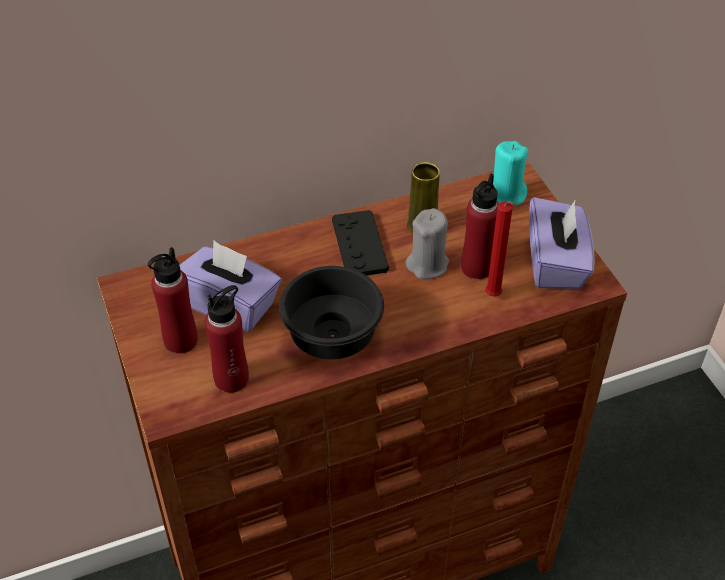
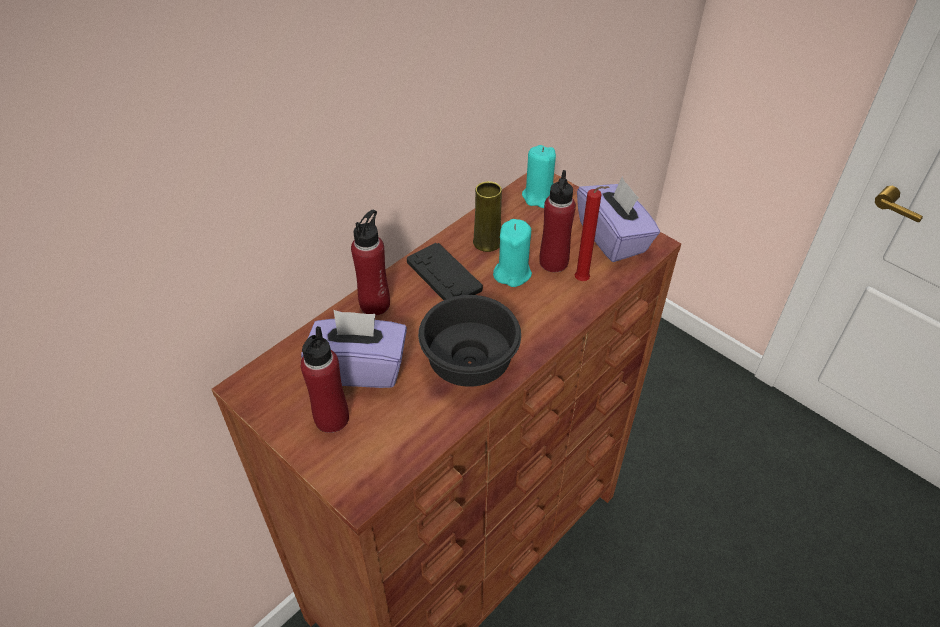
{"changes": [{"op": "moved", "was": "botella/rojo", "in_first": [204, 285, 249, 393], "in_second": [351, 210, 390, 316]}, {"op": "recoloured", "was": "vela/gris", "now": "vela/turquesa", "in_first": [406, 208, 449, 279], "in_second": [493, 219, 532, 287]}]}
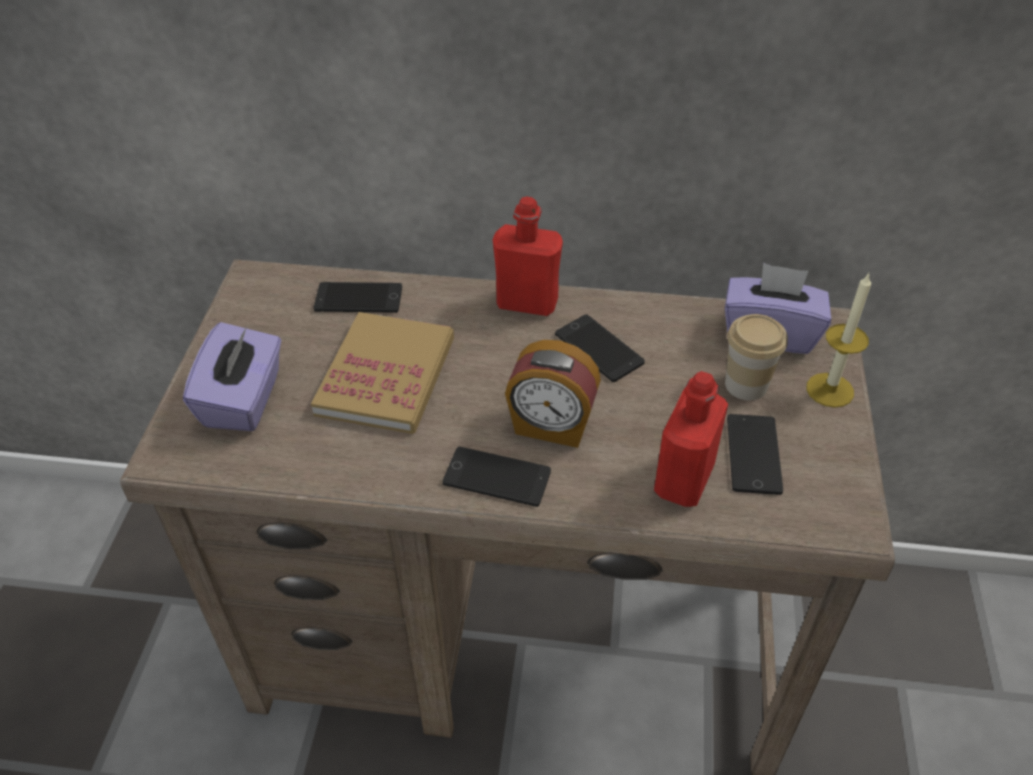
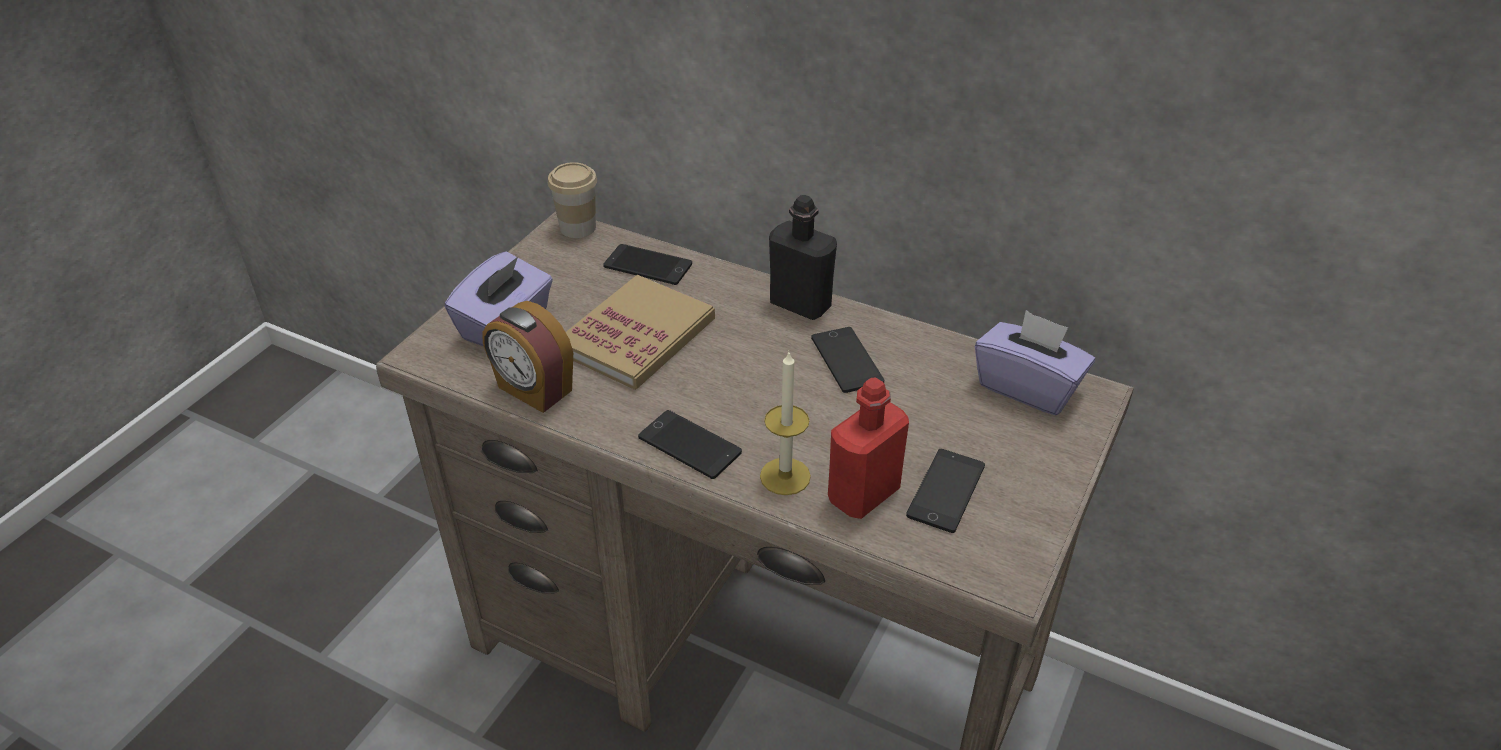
{"changes": [{"op": "moved", "was": "despertador", "in_first": [505, 340, 601, 448], "in_second": [482, 301, 573, 413]}, {"op": "moved", "was": "taza", "in_first": [725, 314, 788, 400], "in_second": [548, 162, 597, 238]}, {"op": "moved", "was": "vela", "in_first": [807, 273, 871, 408], "in_second": [760, 350, 811, 495]}, {"op": "recoloured", "was": "botella/rojo", "now": "botella/negro", "in_first": [493, 196, 563, 316], "in_second": [769, 195, 837, 320]}]}
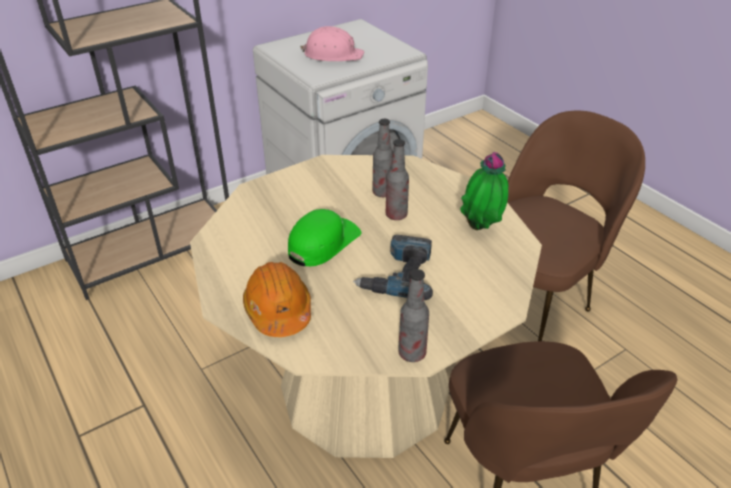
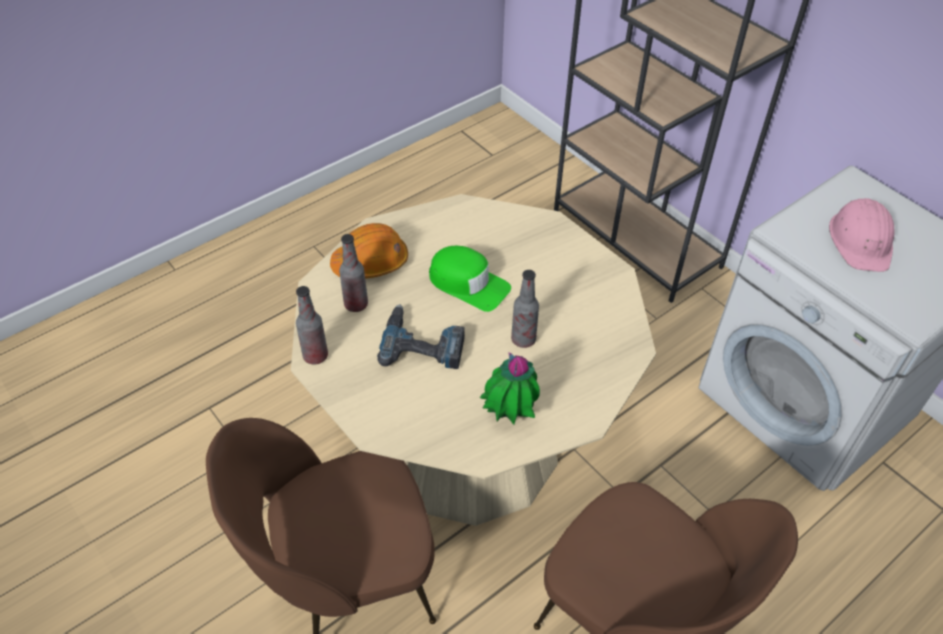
{"changes": [{"op": "moved", "was": "botella", "in_first": [373, 119, 393, 197], "in_second": [339, 234, 368, 312]}]}
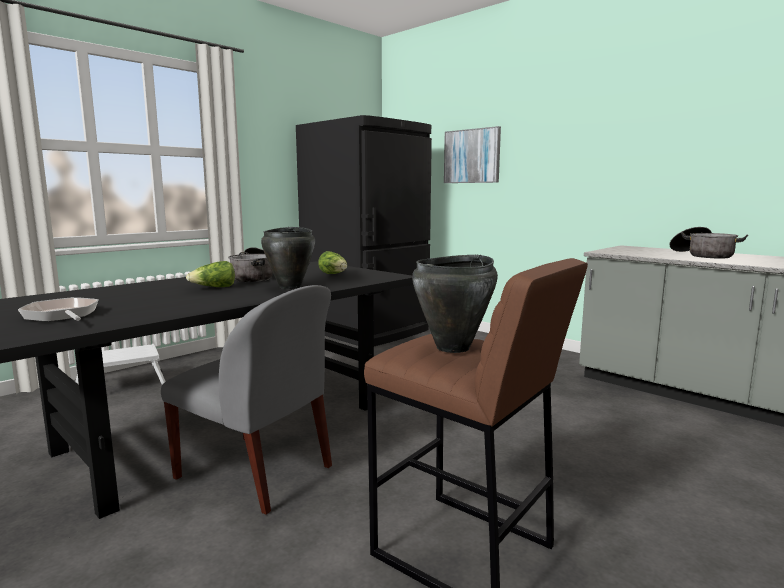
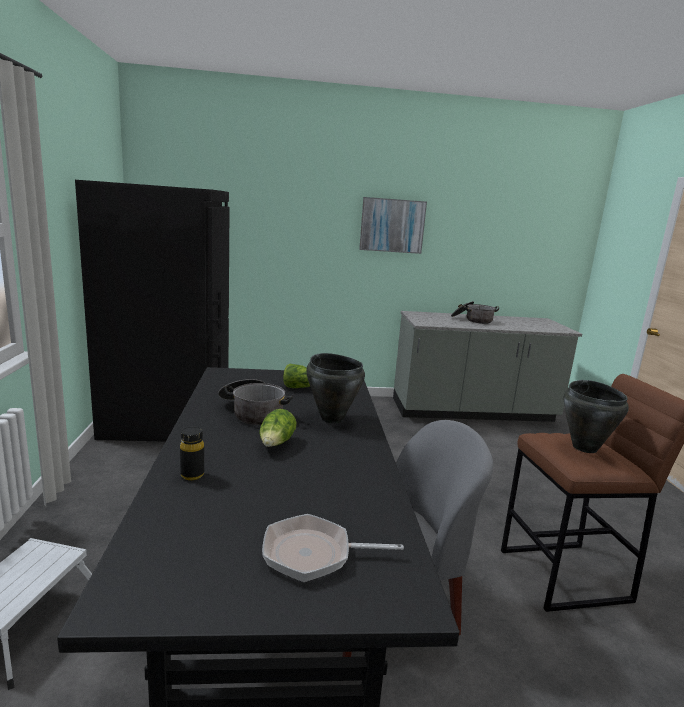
{"changes": [{"op": "added", "now": "botella/negro", "in_second": [180, 426, 204, 480]}, {"op": "moved", "was": "cuadro", "in_first": [444, 126, 501, 183], "in_second": [359, 197, 427, 254]}]}
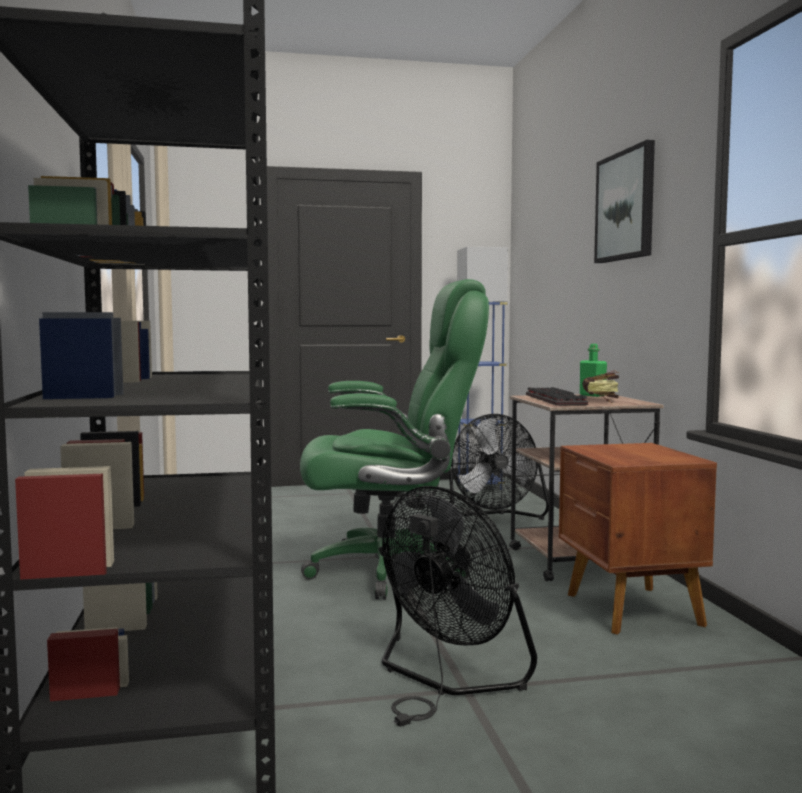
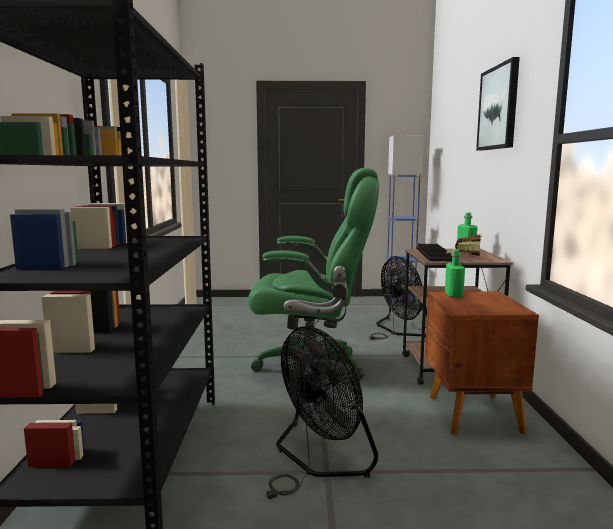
{"changes": [{"op": "turned", "was": "ventilador/negro", "in_first": [449, 414, 549, 520], "in_second": [369, 256, 427, 340], "clockwise": -105}, {"op": "added", "now": "botella/verde", "in_second": [445, 249, 465, 298]}]}
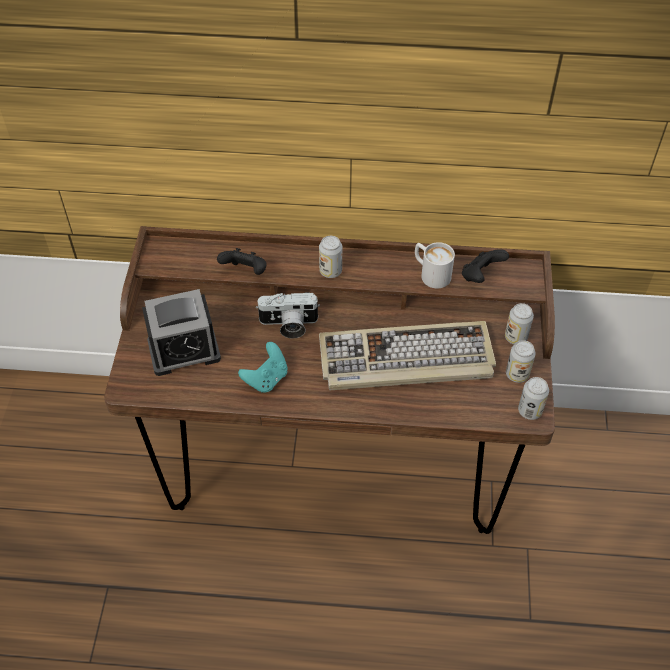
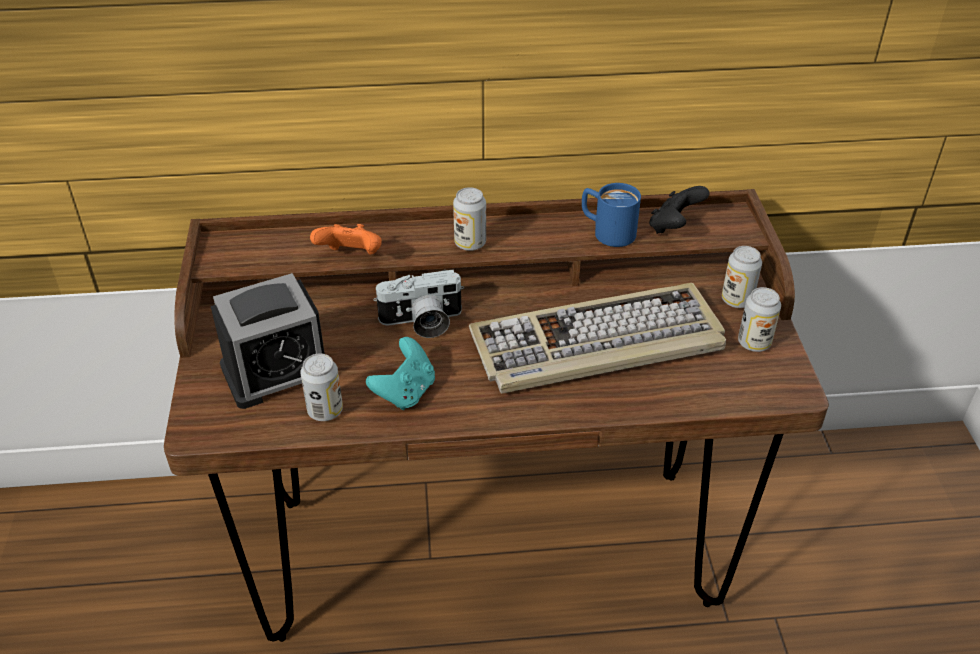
{"changes": [{"op": "moved", "was": "lata", "in_first": [518, 377, 549, 420], "in_second": [300, 353, 343, 421]}, {"op": "recoloured", "was": "mando de consola/negro", "now": "mando de consola/naranja", "in_first": [217, 248, 266, 275], "in_second": [310, 224, 382, 254]}, {"op": "recoloured", "was": "taza grande/blanco", "now": "taza grande/azul", "in_first": [415, 242, 455, 289], "in_second": [582, 183, 641, 247]}]}
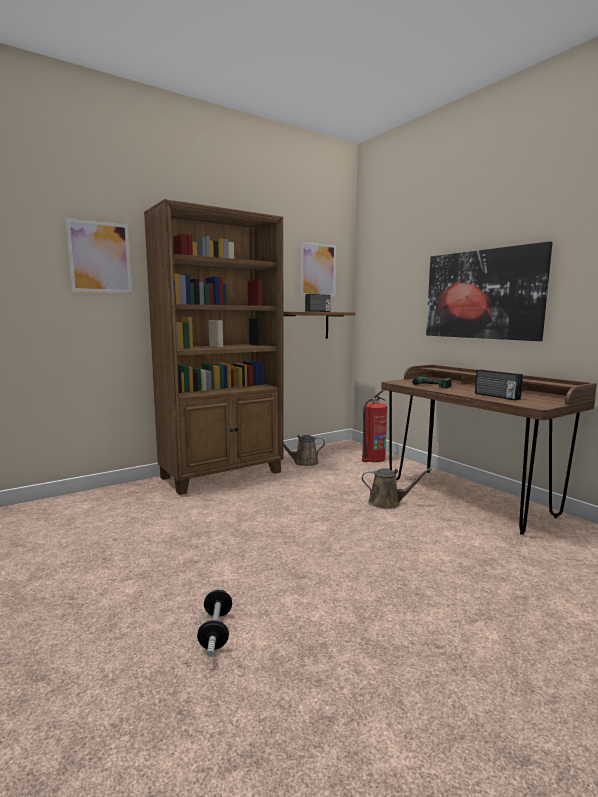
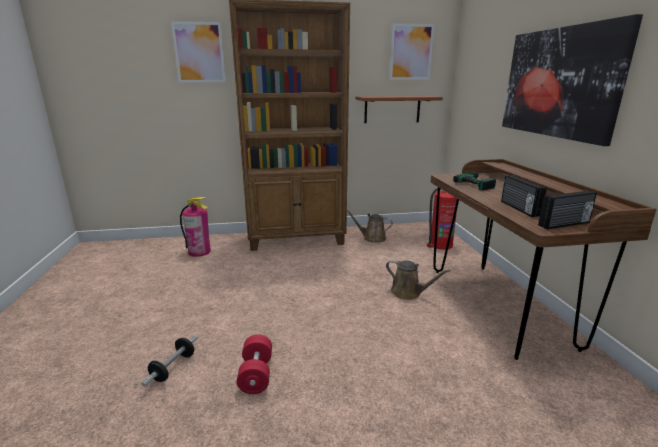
{"changes": [{"op": "added", "now": "extintor", "in_second": [180, 197, 211, 257]}, {"op": "added", "now": "mancuerna/rojo", "in_second": [237, 334, 272, 394]}, {"op": "moved", "was": "radio", "in_first": [305, 294, 330, 312], "in_second": [538, 190, 597, 229]}]}
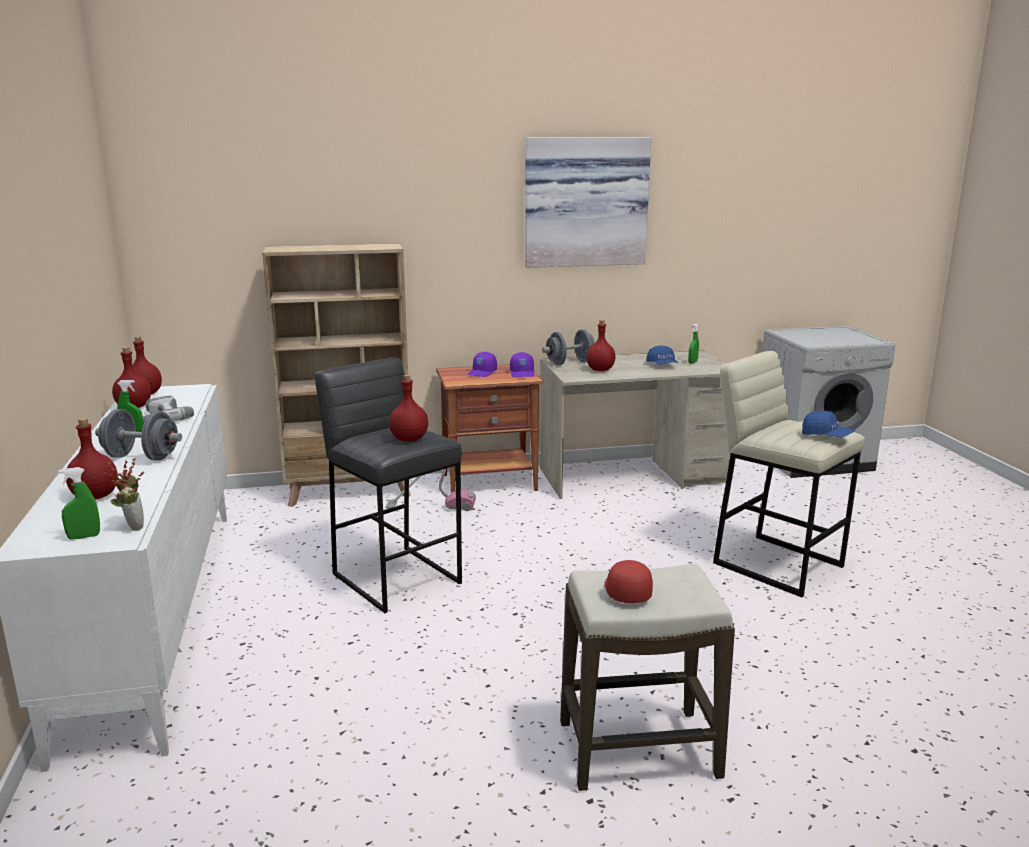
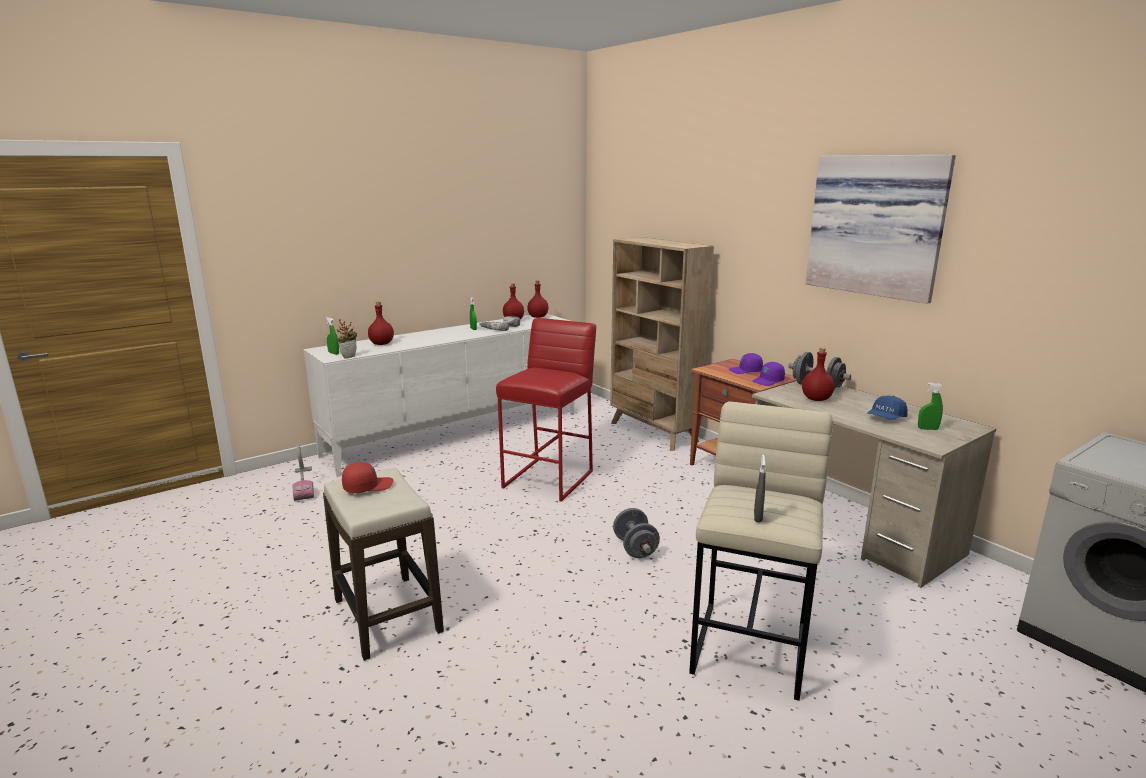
{"changes": [{"op": "moved", "was": "aspiradora", "in_first": [386, 469, 476, 511], "in_second": [293, 445, 314, 501]}, {"op": "recoloured", "was": "taburete/gris", "now": "taburete/rojo", "in_first": [315, 357, 462, 613], "in_second": [496, 318, 596, 502]}, {"op": "moved", "was": "mancuerna/gris", "in_first": [95, 409, 182, 461], "in_second": [613, 508, 660, 558]}, {"op": "replaced", "was": "gorra/azul", "now": "pulverizador/gris", "in_first": [802, 411, 855, 437], "in_second": [754, 454, 766, 523]}, {"op": "removed", "was": "botella/rojo", "in_first": [389, 375, 428, 442]}]}
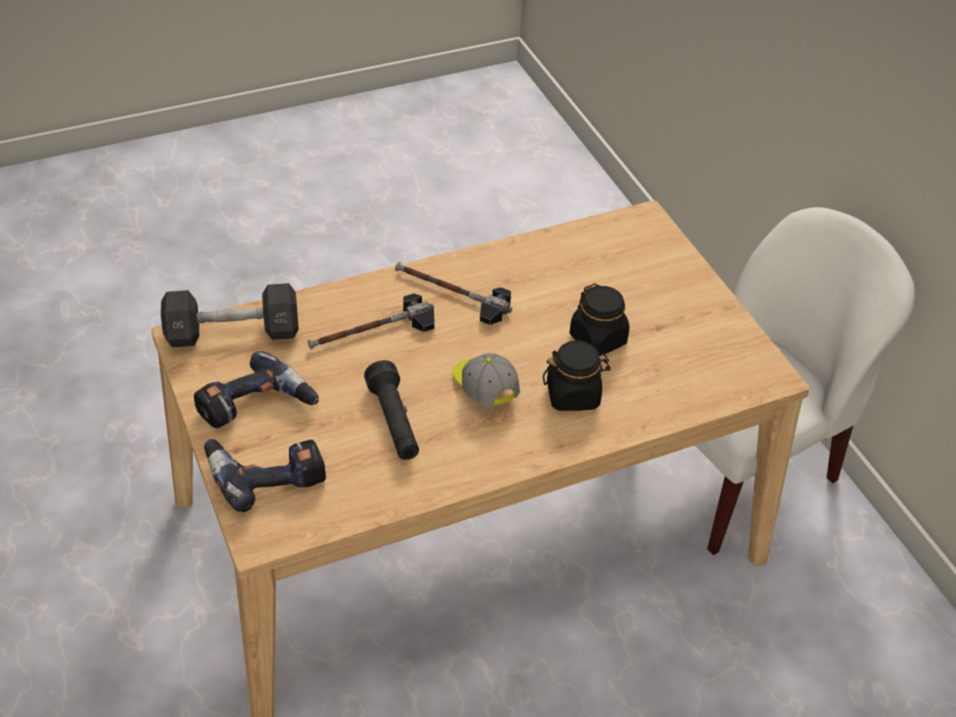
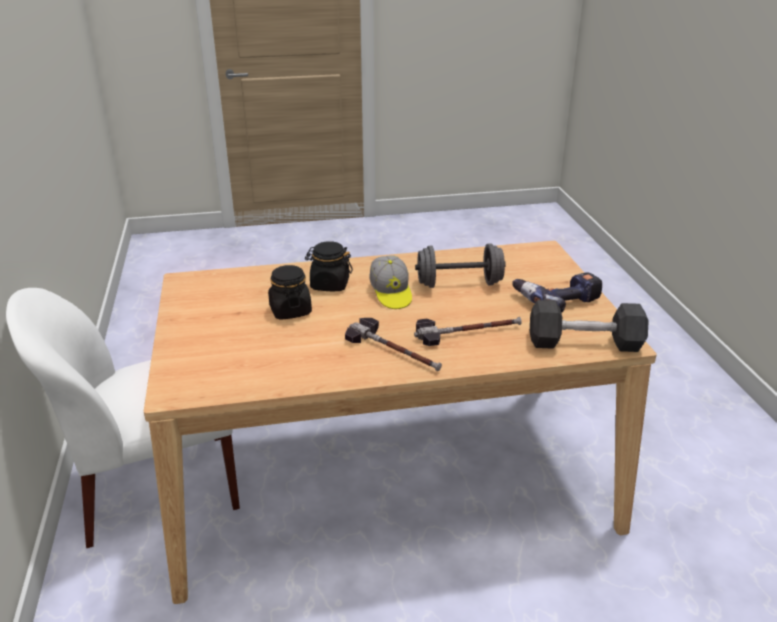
{"changes": [{"op": "replaced", "was": "linterna/negro", "now": "mancuerna/gris", "in_first": [364, 360, 419, 460], "in_second": [415, 243, 506, 288]}, {"op": "removed", "was": "taladro", "in_first": [204, 439, 326, 512]}]}
